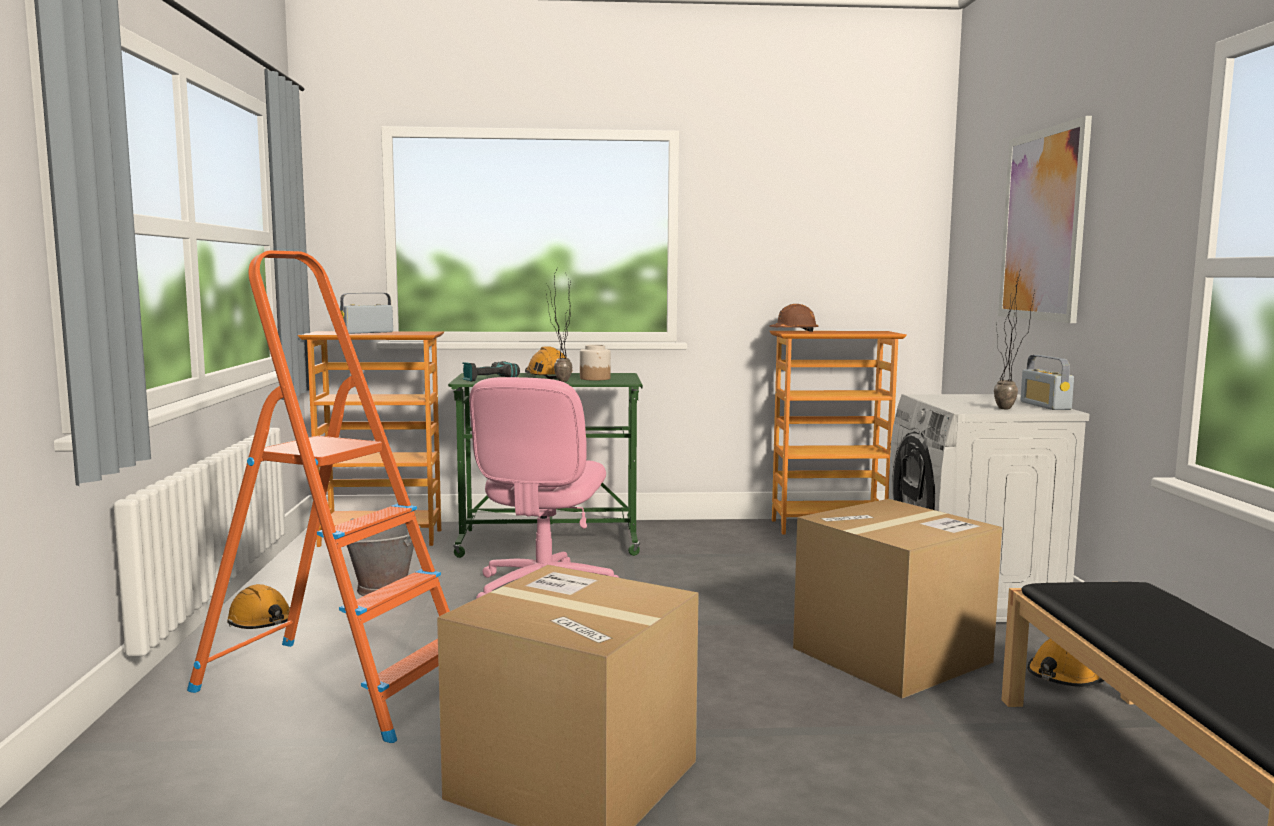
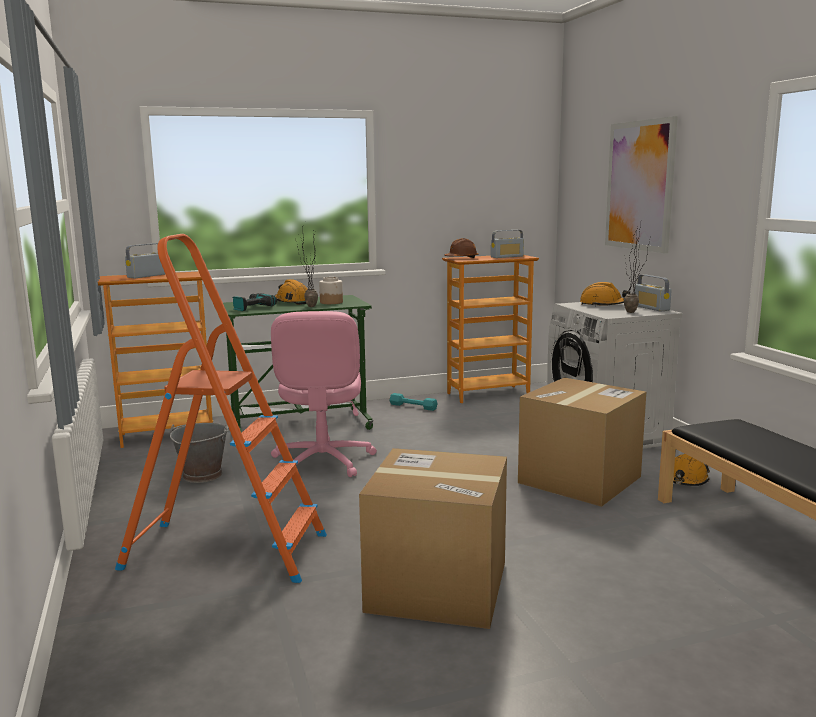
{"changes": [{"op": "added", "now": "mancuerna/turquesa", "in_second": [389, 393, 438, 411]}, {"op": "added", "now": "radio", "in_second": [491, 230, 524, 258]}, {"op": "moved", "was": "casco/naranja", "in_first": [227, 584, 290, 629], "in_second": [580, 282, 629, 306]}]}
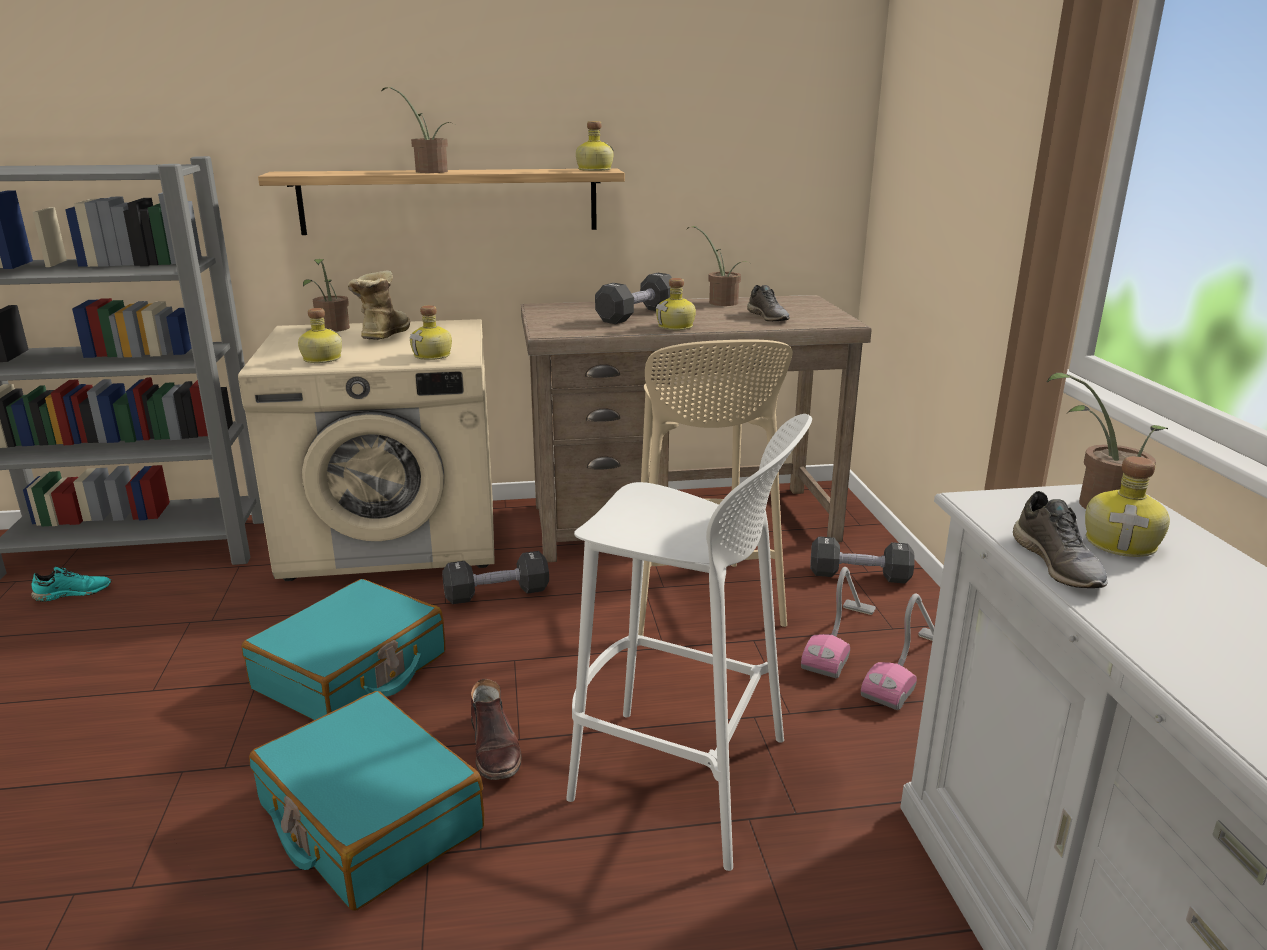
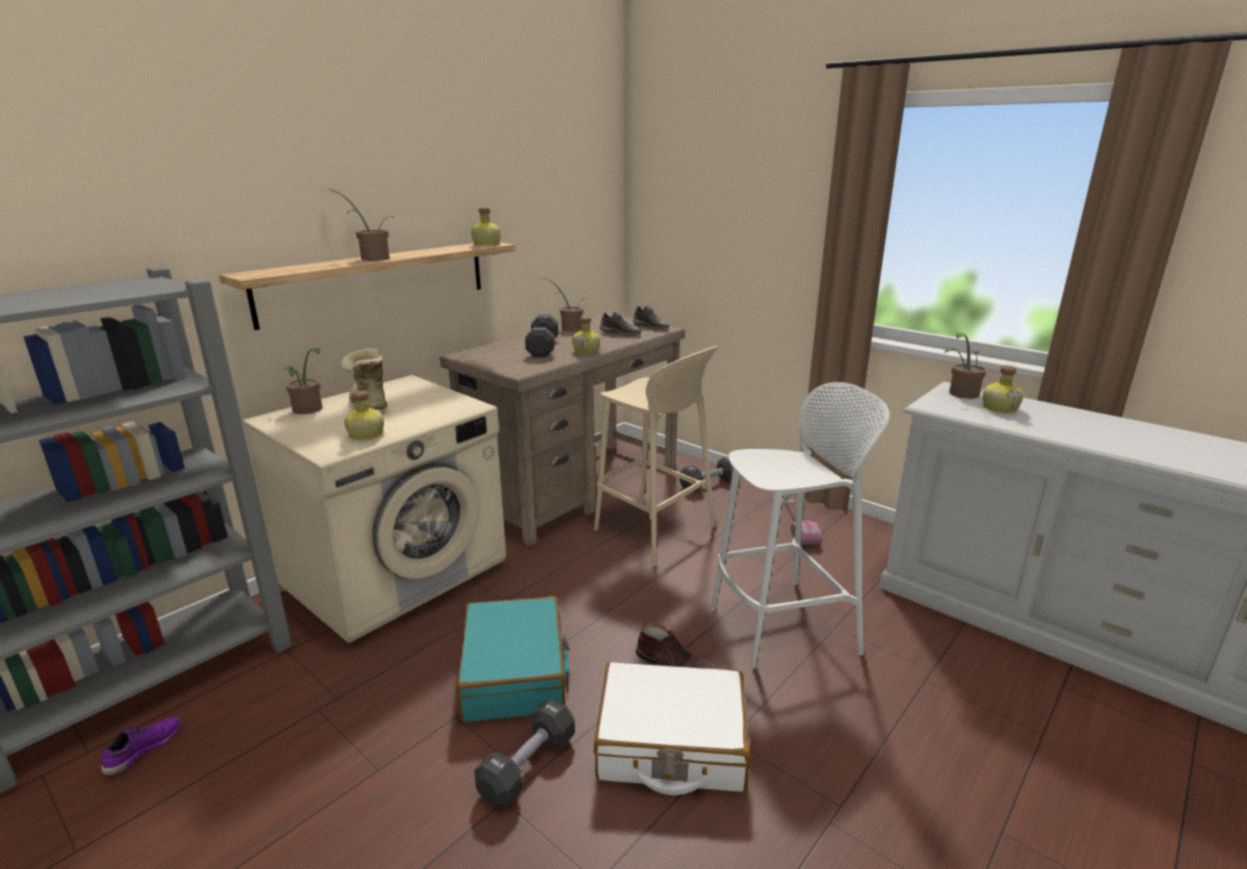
{"changes": [{"op": "recoloured", "was": "zapato/turquesa", "now": "zapato/morado", "in_first": [31, 567, 111, 602], "in_second": [101, 717, 181, 775]}, {"op": "moved", "was": "mancuerna/negro", "in_first": [442, 551, 549, 604], "in_second": [474, 699, 575, 807]}, {"op": "recoloured", "was": "maleta/turquesa", "now": "maleta/blanco", "in_first": [249, 691, 484, 910], "in_second": [594, 662, 750, 795]}, {"op": "moved", "was": "zapato/gris", "in_first": [1013, 491, 1108, 588], "in_second": [633, 306, 669, 330]}, {"op": "removed", "was": "botella", "in_first": [410, 305, 452, 360]}, {"op": "removed", "was": "aspiradora", "in_first": [801, 567, 876, 679]}]}
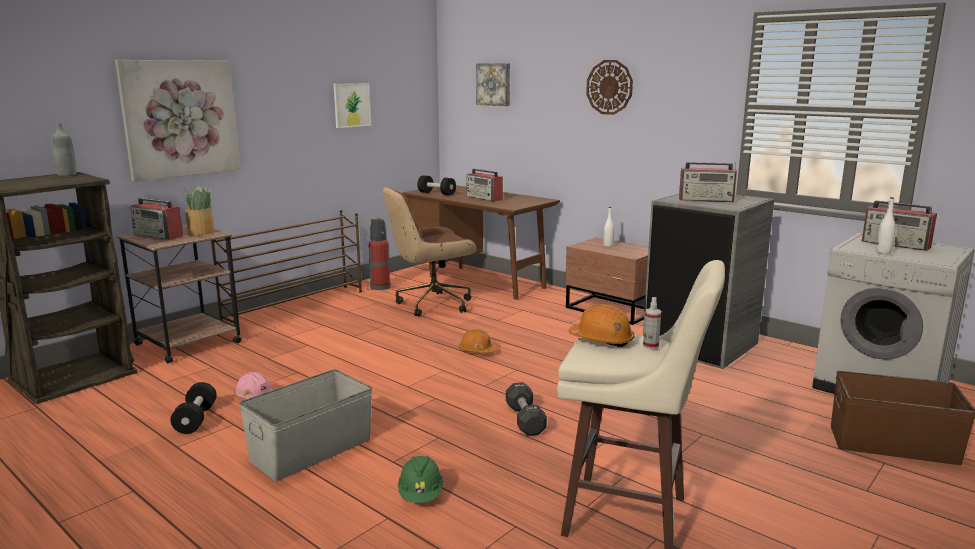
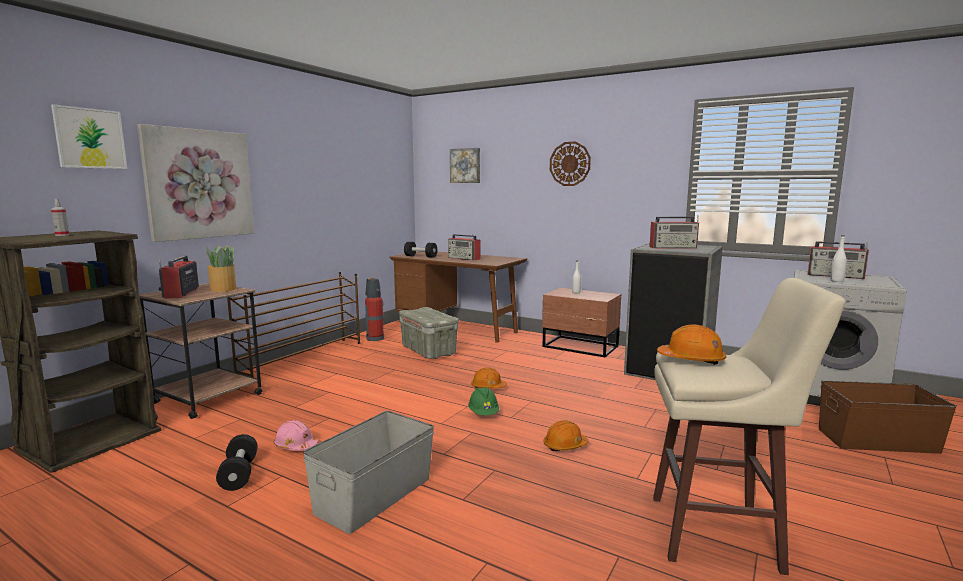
{"changes": [{"op": "moved", "was": "cuadro", "in_first": [334, 83, 371, 128], "in_second": [51, 105, 127, 169]}, {"op": "moved", "was": "pulverizador", "in_first": [643, 297, 661, 349], "in_second": [51, 199, 69, 236]}, {"op": "turned", "was": "radio", "in_first": [130, 198, 183, 240], "in_second": [159, 256, 199, 299], "clockwise": 60}, {"op": "replaced", "was": "silla de oficina/marrón", "now": "caja de almacenaje/gris", "in_first": [383, 187, 477, 317], "in_second": [399, 307, 459, 359]}, {"op": "moved", "was": "casco/verde", "in_first": [398, 456, 443, 503], "in_second": [468, 387, 499, 415]}, {"op": "replaced", "was": "mancuerna/negro", "now": "casco/naranja", "in_first": [506, 382, 547, 436], "in_second": [544, 420, 589, 451]}, {"op": "removed", "was": "botella/gris", "in_first": [51, 123, 77, 176]}]}
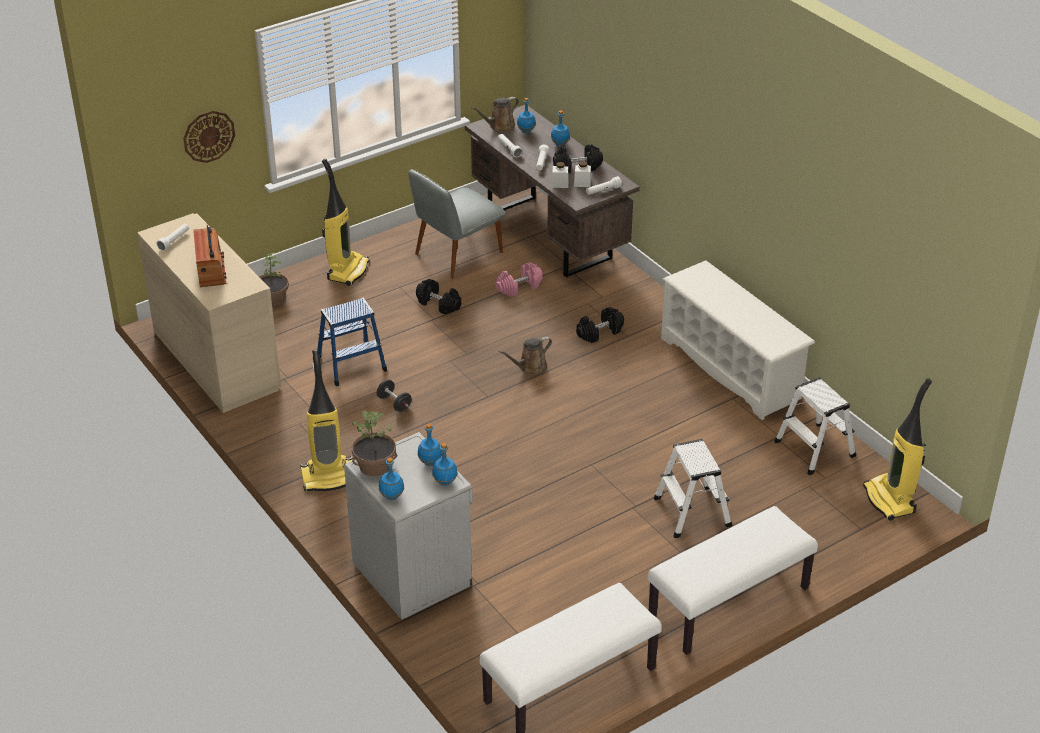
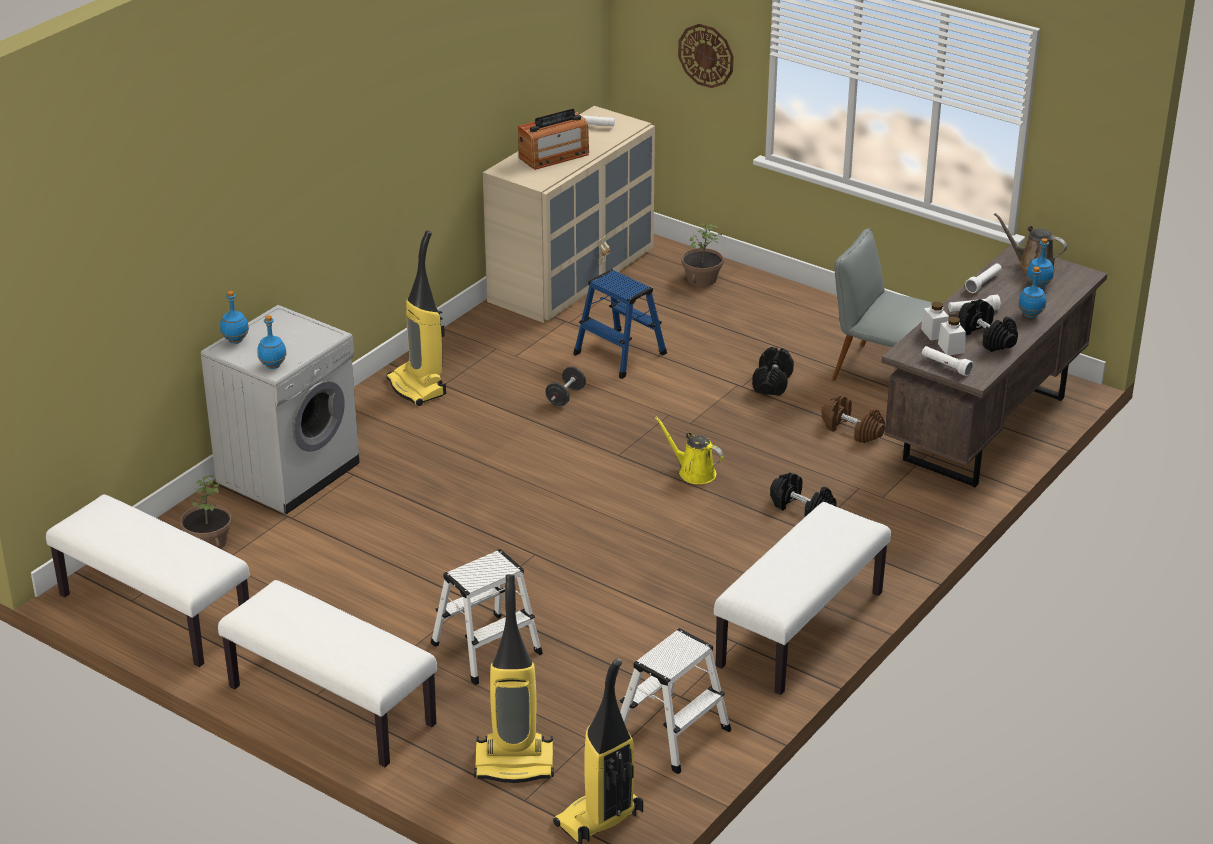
{"changes": [{"op": "moved", "was": "planta en maceta", "in_first": [352, 410, 397, 476], "in_second": [180, 475, 232, 549]}, {"op": "moved", "was": "aspiradora", "in_first": [322, 158, 369, 286], "in_second": [474, 574, 554, 783]}, {"op": "recoloured", "was": "regadera/marrón", "now": "regadera/amarillo", "in_first": [499, 336, 552, 375], "in_second": [655, 416, 724, 484]}, {"op": "replaced", "was": "zapatero/blanco", "now": "banco/blanco", "in_first": [661, 260, 815, 420], "in_second": [714, 502, 891, 695]}, {"op": "recoloured", "was": "mancuerna/rosa", "now": "mancuerna/marrón", "in_first": [496, 262, 543, 297], "in_second": [821, 395, 885, 444]}, {"op": "removed", "was": "botella/azul", "in_first": [418, 424, 442, 466]}]}
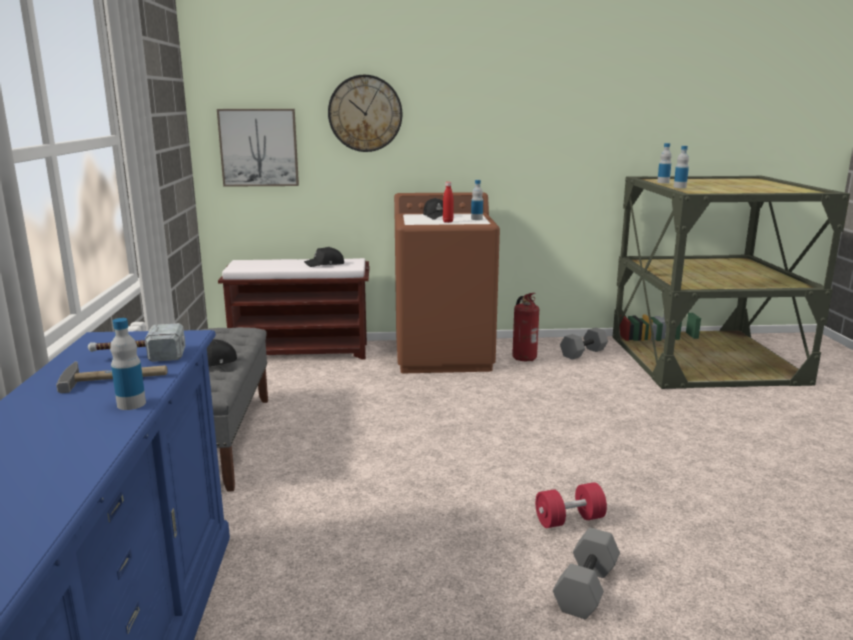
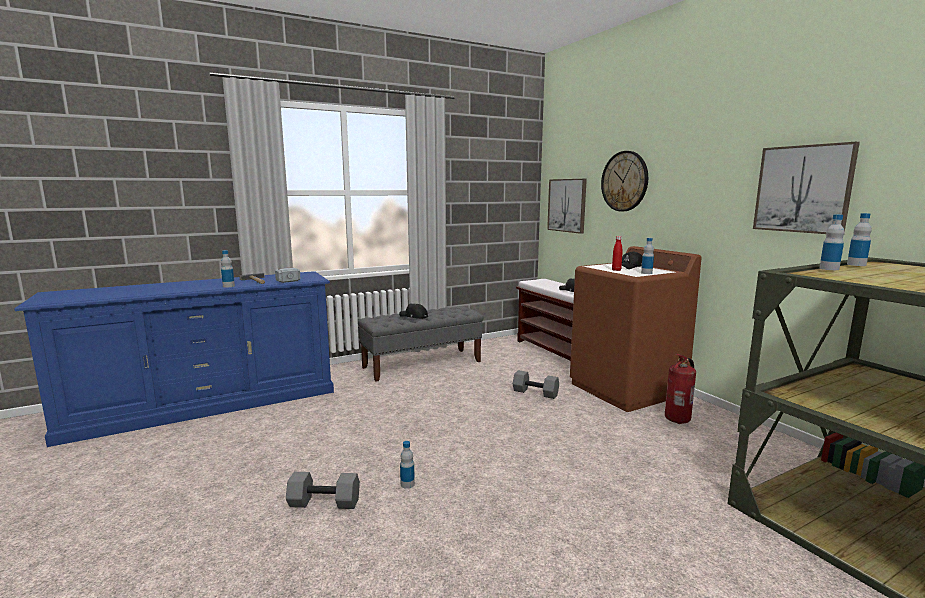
{"changes": [{"op": "replaced", "was": "mancuerna/rojo", "now": "botella", "in_first": [535, 482, 607, 528], "in_second": [400, 441, 415, 489]}, {"op": "moved", "was": "mancuerna/gris", "in_first": [560, 327, 608, 360], "in_second": [513, 370, 559, 399]}, {"op": "added", "now": "cuadro", "in_second": [753, 142, 860, 234]}]}
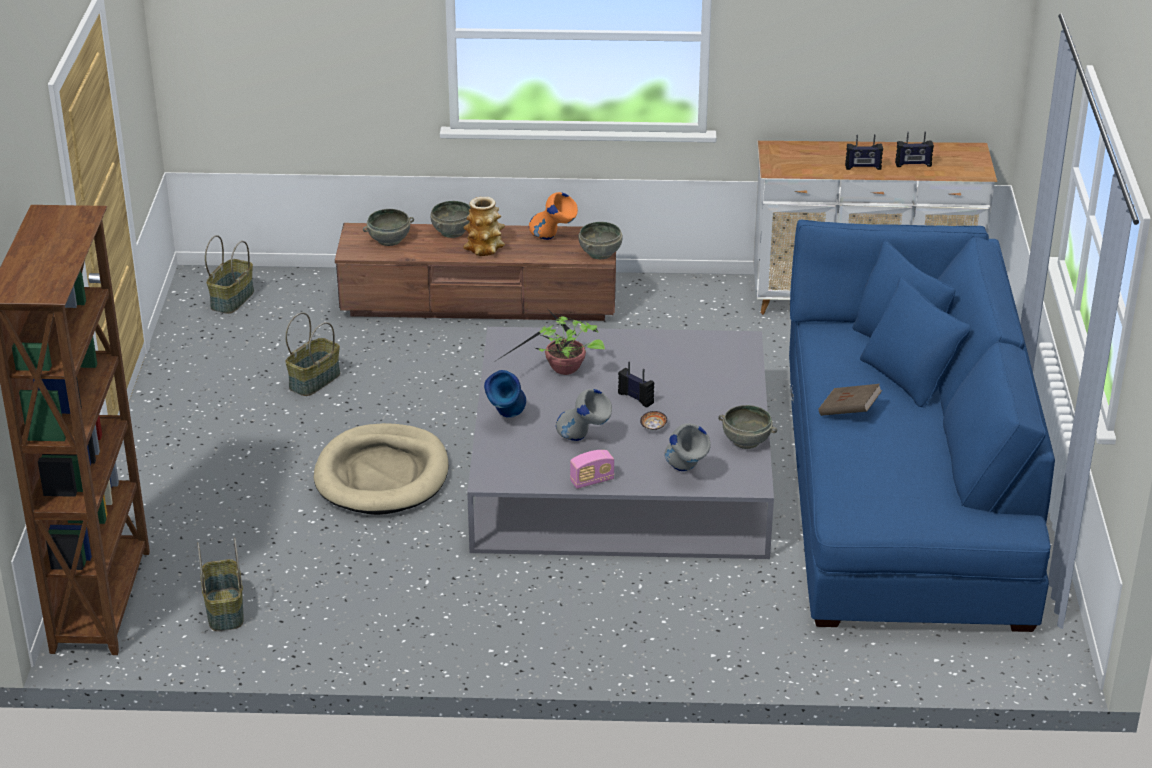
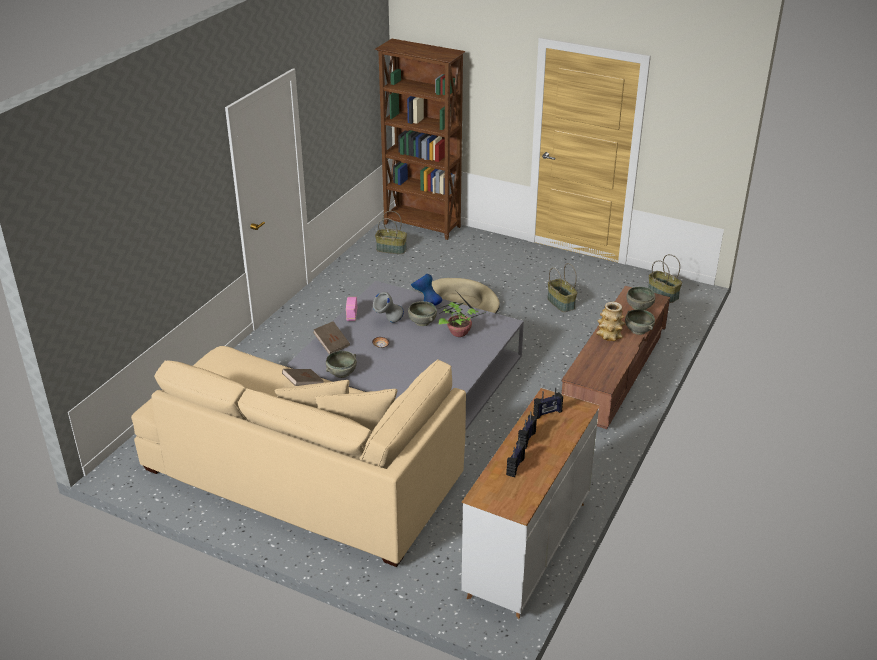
{"changes": [{"op": "recoloured", "was": "sofá/azul", "now": "sofá/beis", "in_first": [789, 220, 1055, 632], "in_second": [131, 346, 466, 567]}, {"op": "replaced", "was": "florero/gris", "now": "libro/marrón", "in_first": [664, 423, 711, 471], "in_second": [313, 321, 350, 355]}, {"op": "moved", "was": "cuenco/gris", "in_first": [579, 222, 623, 259], "in_second": [408, 301, 437, 326]}, {"op": "moved", "was": "radio", "in_first": [618, 362, 654, 408], "in_second": [533, 388, 563, 419]}, {"op": "removed", "was": "florero/naranja", "in_first": [529, 192, 578, 240]}]}
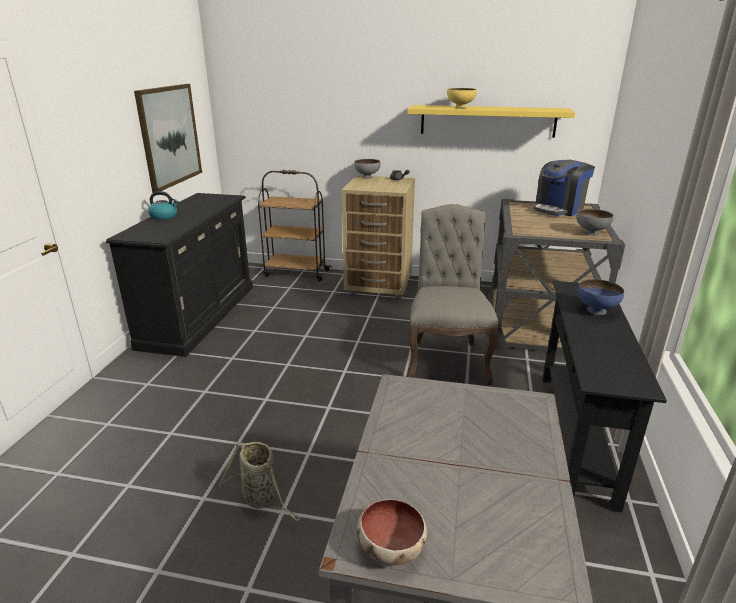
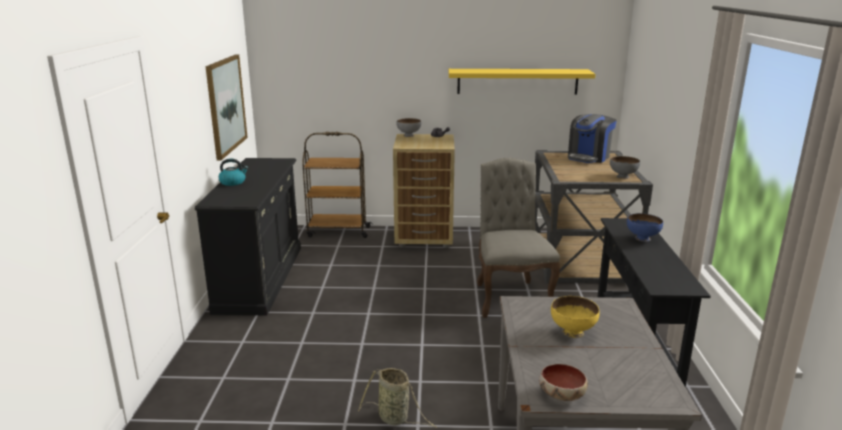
{"changes": [{"op": "moved", "was": "cuenco/amarillo", "in_first": [447, 88, 477, 109], "in_second": [551, 296, 600, 338]}]}
